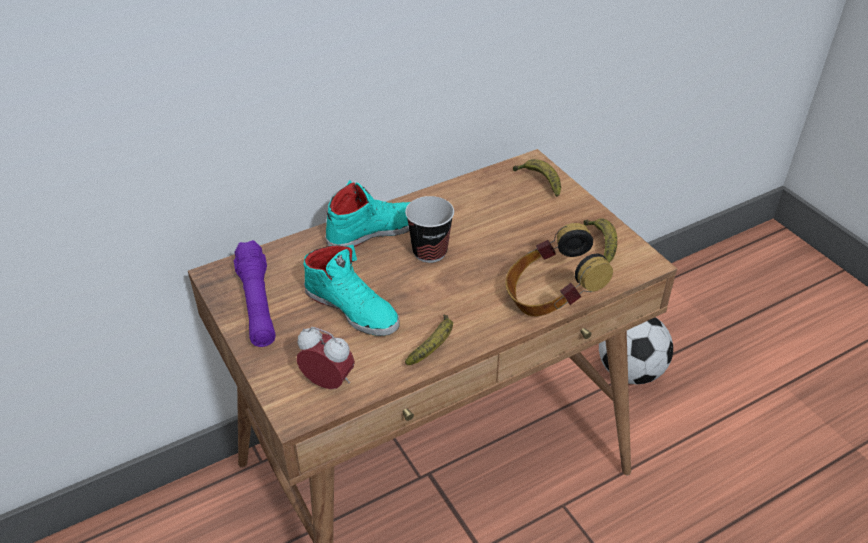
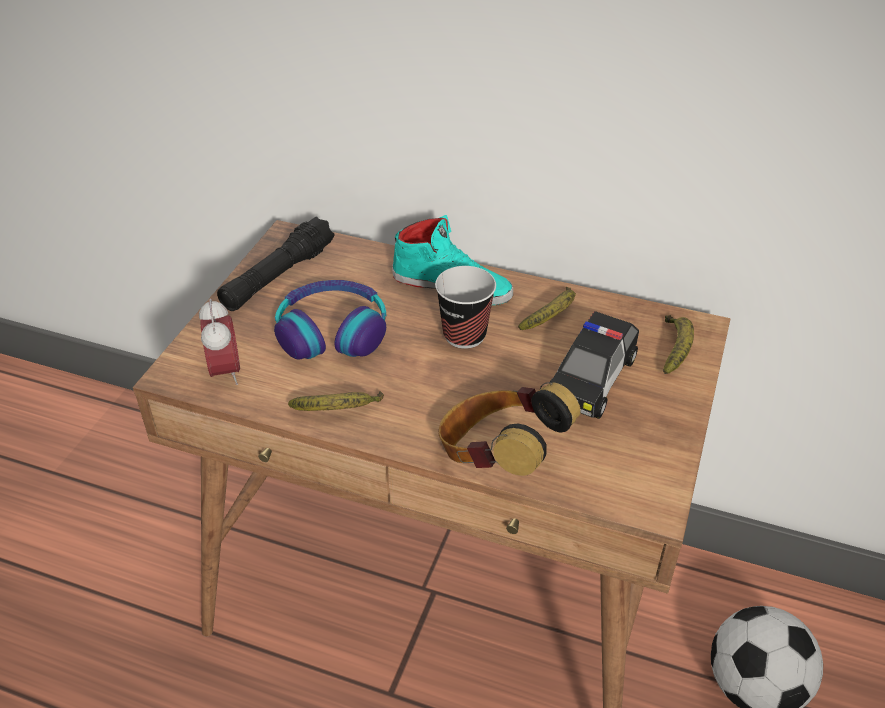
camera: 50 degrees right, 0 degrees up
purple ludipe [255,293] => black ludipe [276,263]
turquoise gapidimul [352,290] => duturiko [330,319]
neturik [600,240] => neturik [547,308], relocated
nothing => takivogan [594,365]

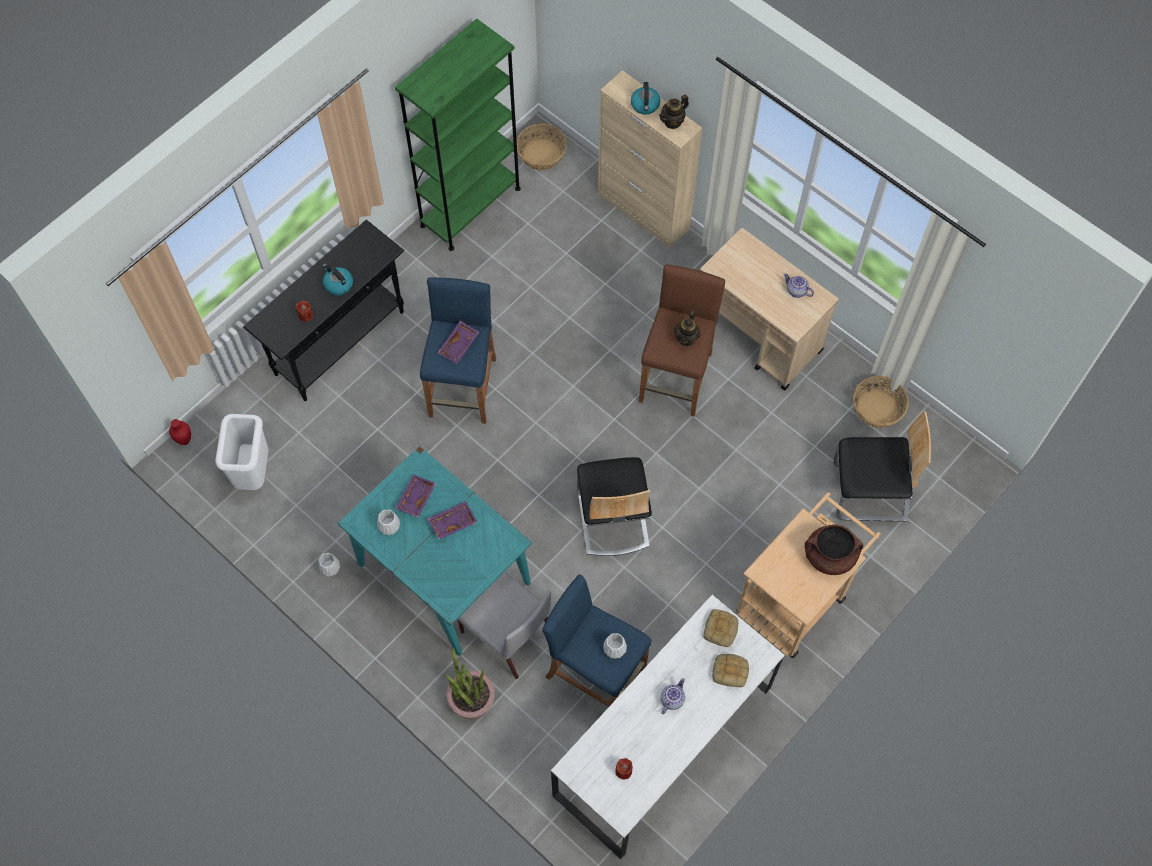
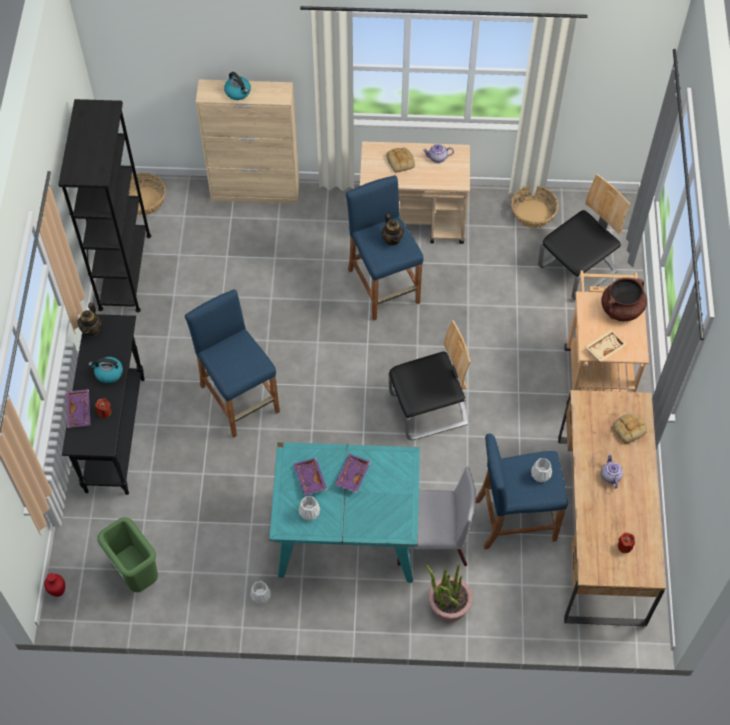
camera: 40 degrees left, 5 degrees down
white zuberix [241,452] => green zuberix [127,554]
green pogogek [458,134] => black pogogek [104,205]
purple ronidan [458,342] => purple ronidan [78,408], relocated
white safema [667,727] => brown safema [612,508]
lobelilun [614,506] => lobelilun [430,380], 60 degrees counterclockwise
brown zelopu [682,340] => blue zelopu [385,247]
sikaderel [674,112] => sikaderel [89,320], relocated
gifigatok [720,628] => gifigatok [400,160], relocated
nothing => beige ronidan [606,346]

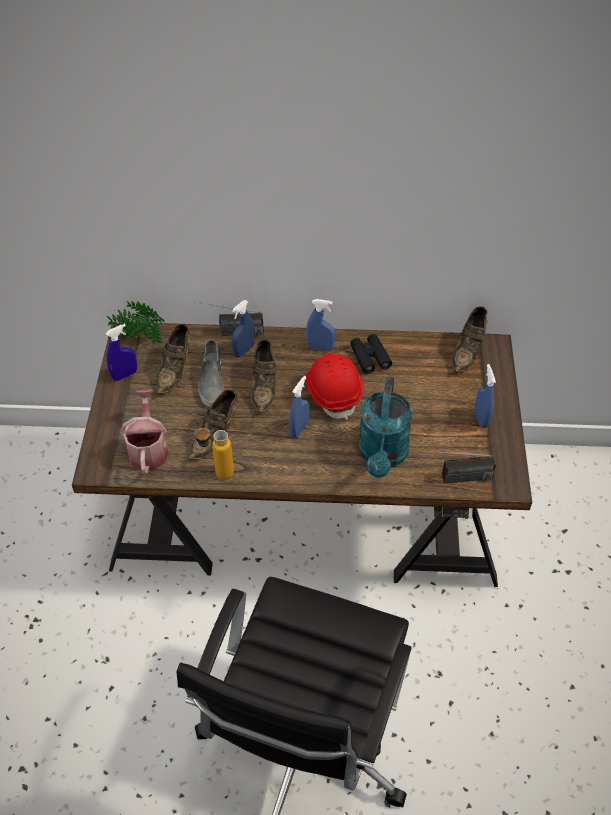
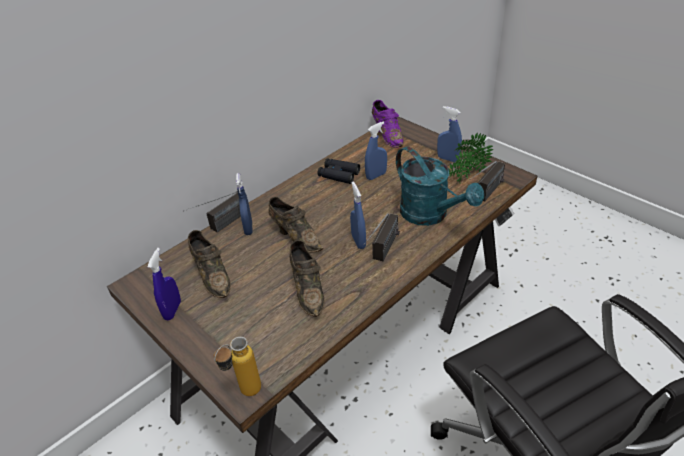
camera: 45 degrees left, 10 degrees down
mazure [136,322] => mazure [470,158], relocated
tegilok [144,431] => nothing
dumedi [214,453] => dumedi [237,366], relocated
grey gapidimul [211,373] => nothing
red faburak [334,386] => nothing
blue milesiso [320,325] => blue milesiso [376,151], relocated
brown gapidimul [469,340] => purple gapidimul [387,124]
nothing => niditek [381,237]

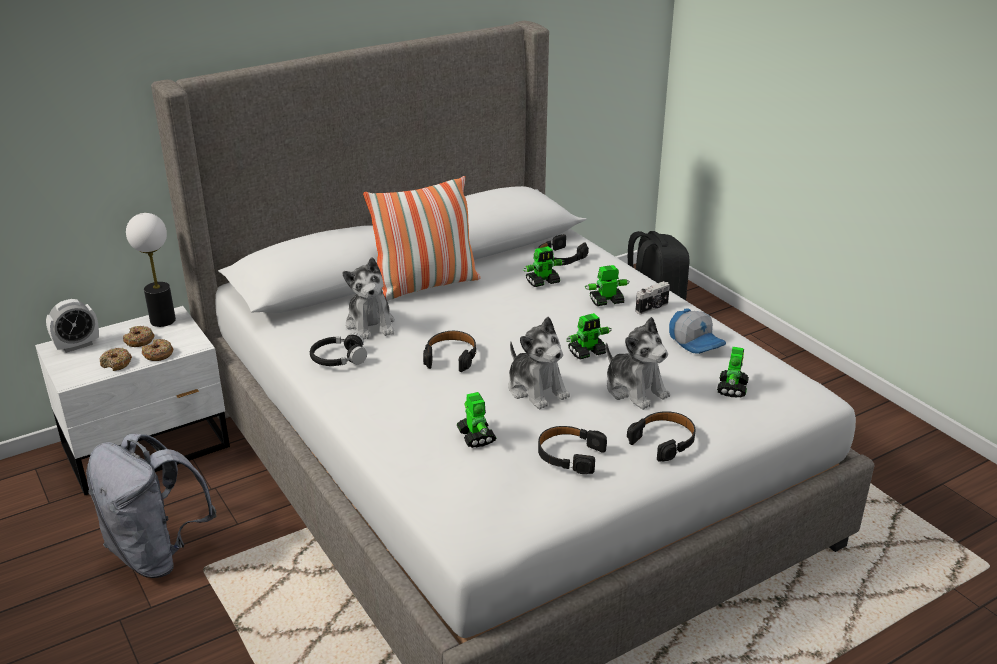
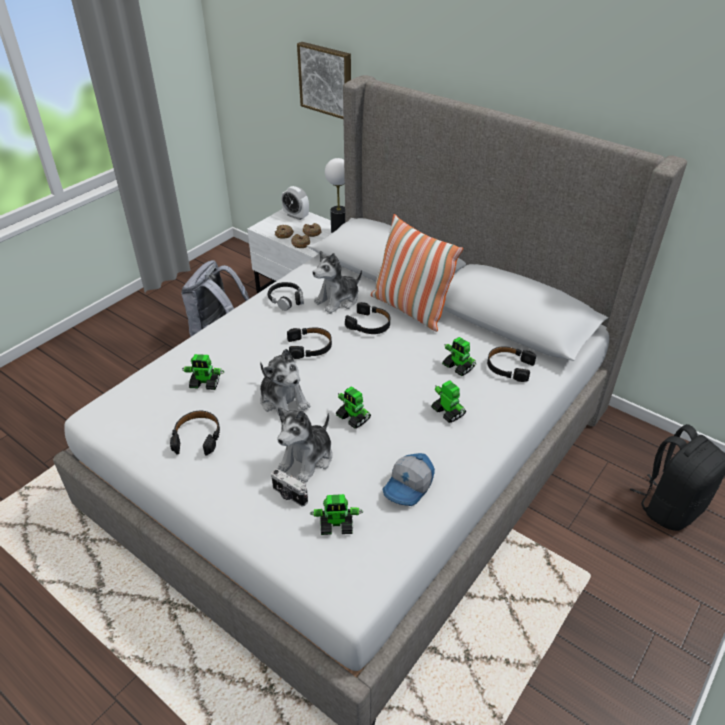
camera: 70 degrees right, 10 degrees up
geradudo [476,420] => geradudo [203,372], 45 degrees clockwise
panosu [539,363] => panosu [285,382], 75 degrees counterclockwise
black duturiko [661,436] => black duturiko [367,318], relocated
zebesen [652,297] => zebesen [289,487], relocated
nothing => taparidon [324,80]

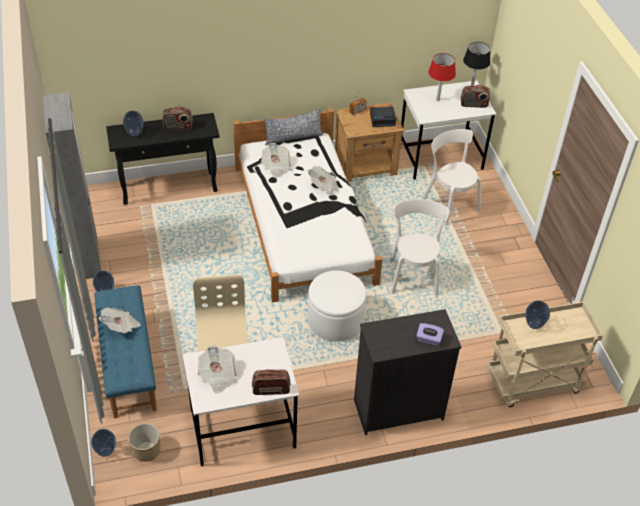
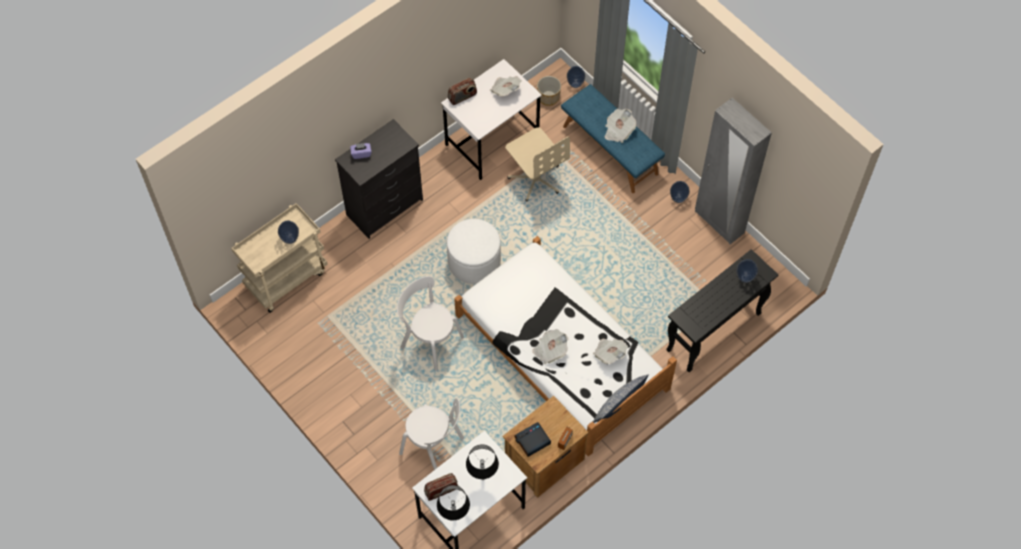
camera: 155 degrees right, 15 degrees up
niditek [177,118] => nothing
white lobelilun [420,247] => white lobelilun [430,323], 150 degrees clockwise
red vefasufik [442,77] => black vefasufik [482,462]

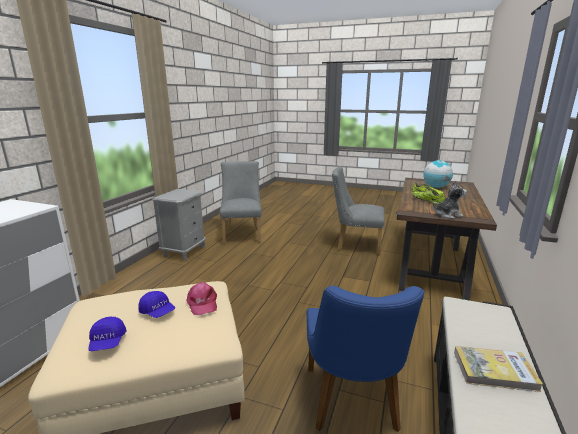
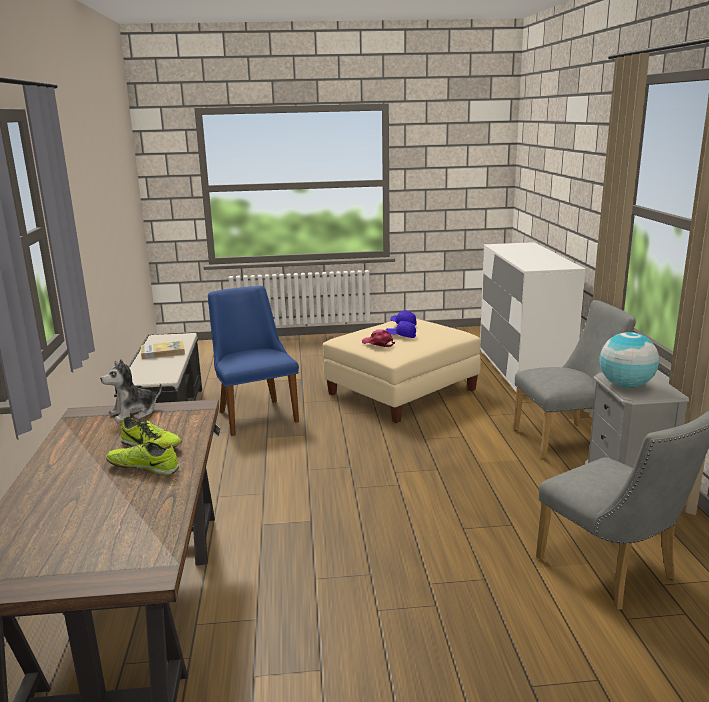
camera: 155 degrees right, 0 degrees up
grey lobelilun [358,210] => grey lobelilun [574,379], relocated
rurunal [438,174] => rurunal [629,360], relocated

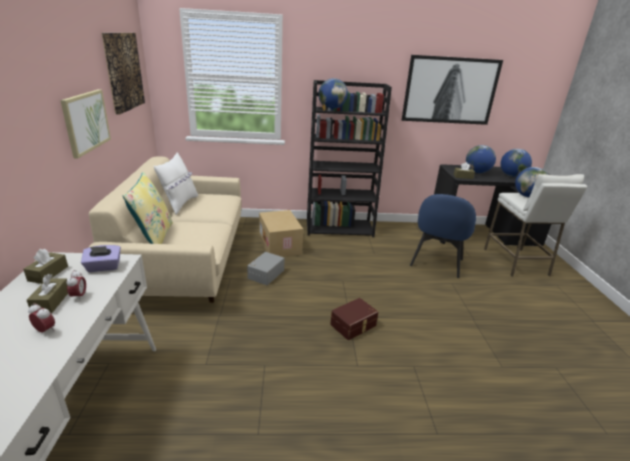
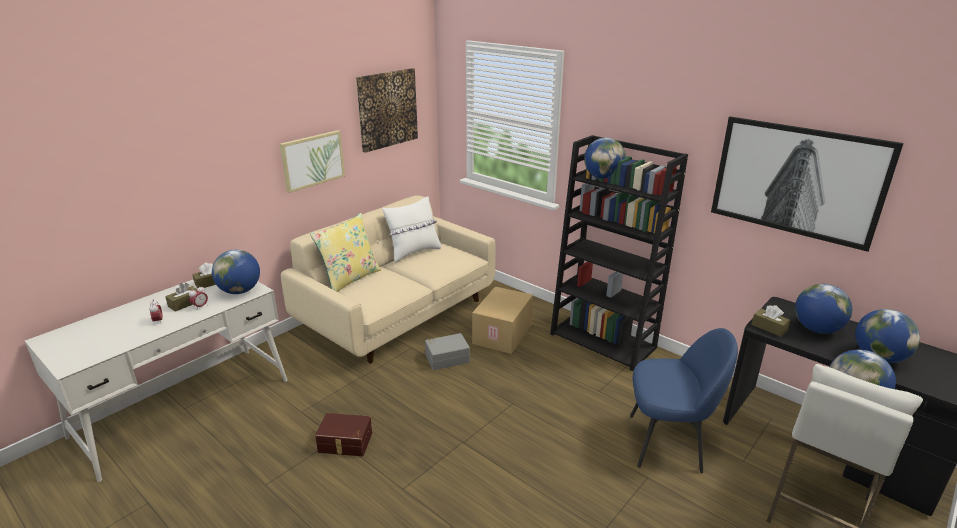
camera: 45 degrees right, 0 degrees up
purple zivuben [101,258] => rurunal [236,271]
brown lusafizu [354,319] => brown lusafizu [343,434], relocated
blue lobelilun [443,236] => blue lobelilun [684,401], 150 degrees counterclockwise

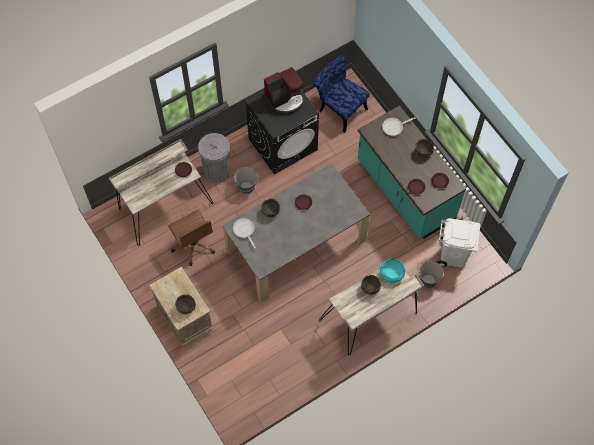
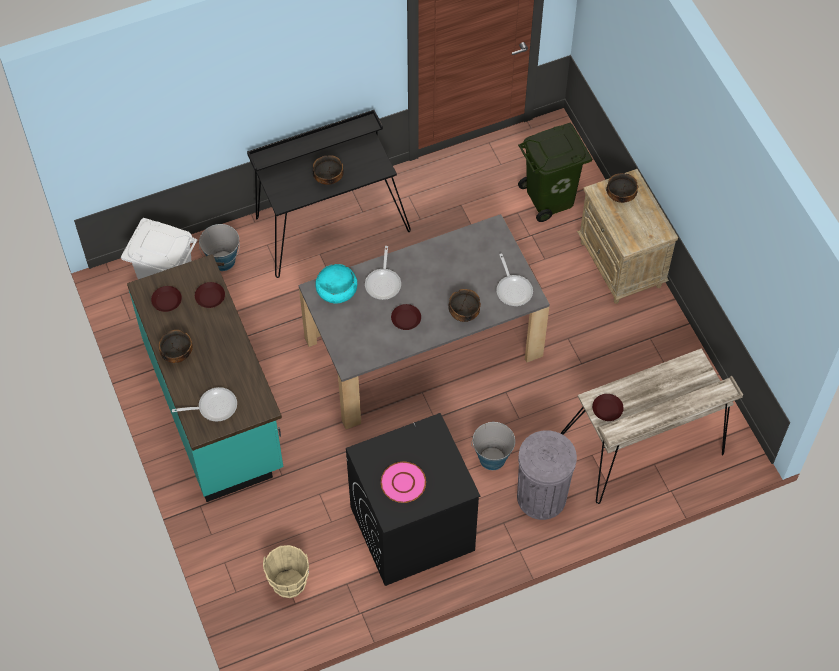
camera: 170 degrees left, 5 degrees down
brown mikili [191,238] => nothing
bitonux [283,90] => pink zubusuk [403,482]
blue lobelilun [341,94] => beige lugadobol [286,571]
beige safema [371,311] => black safema [329,194]
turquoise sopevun [392,271] => turquoise sopevun [336,284], relocated
nothing => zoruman [383,273]
nothing => green zuberix [555,172]

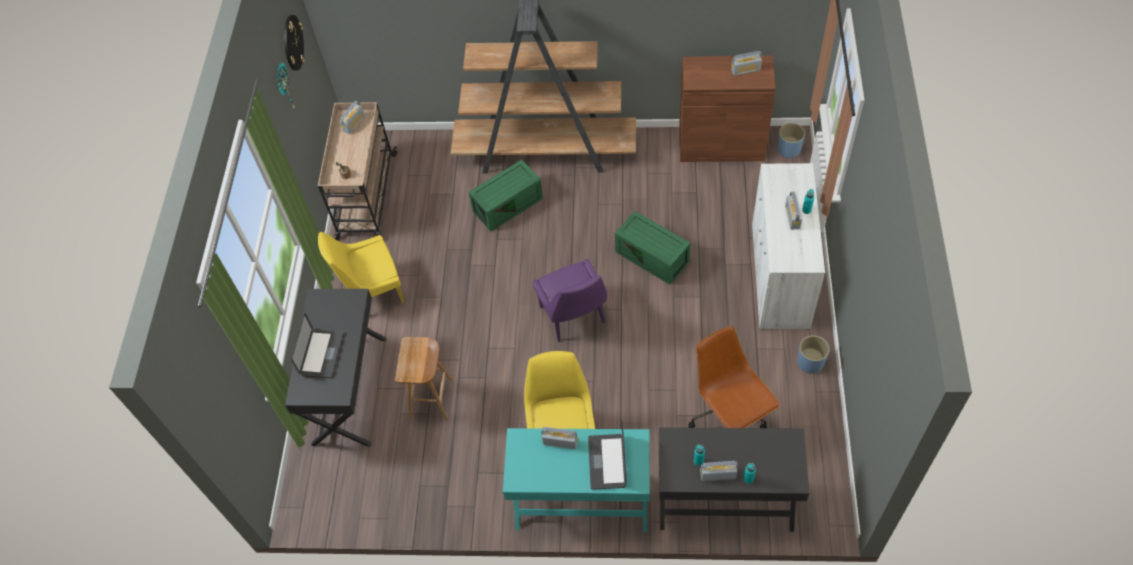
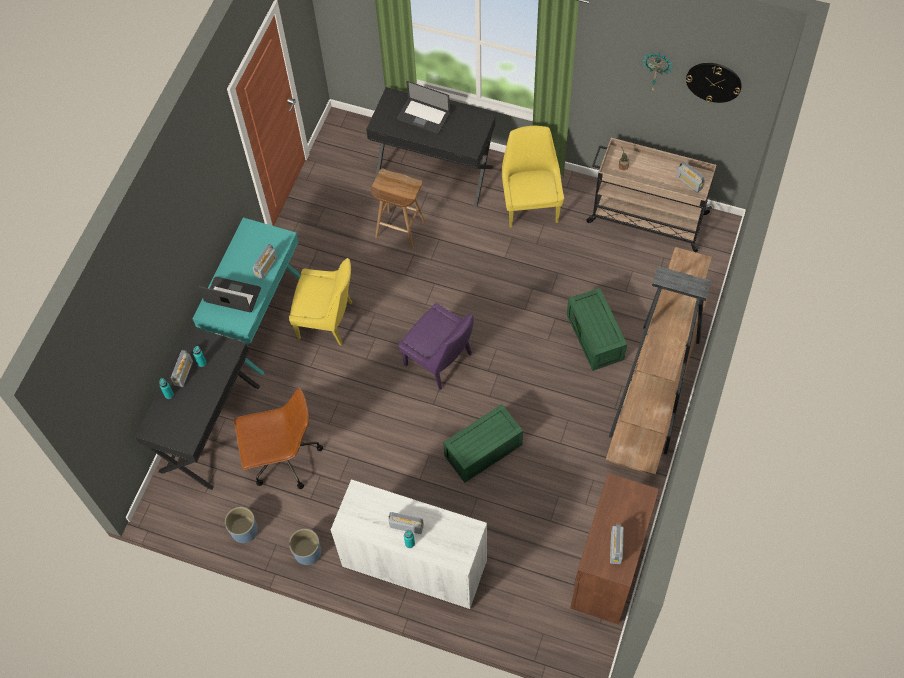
camera: 105 degrees right, 5 degrees up
purple lobelilun [569,300] => purple lobelilun [436,346], 135 degrees counterclockwise
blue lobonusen [791,140] => blue lobonusen [241,525], relocated

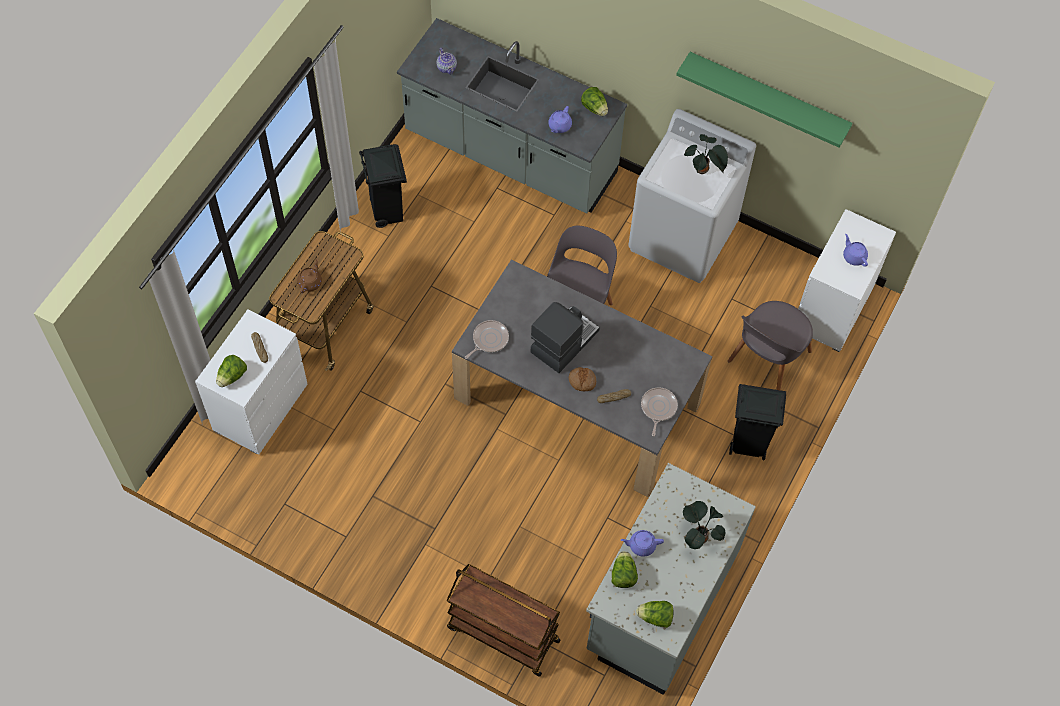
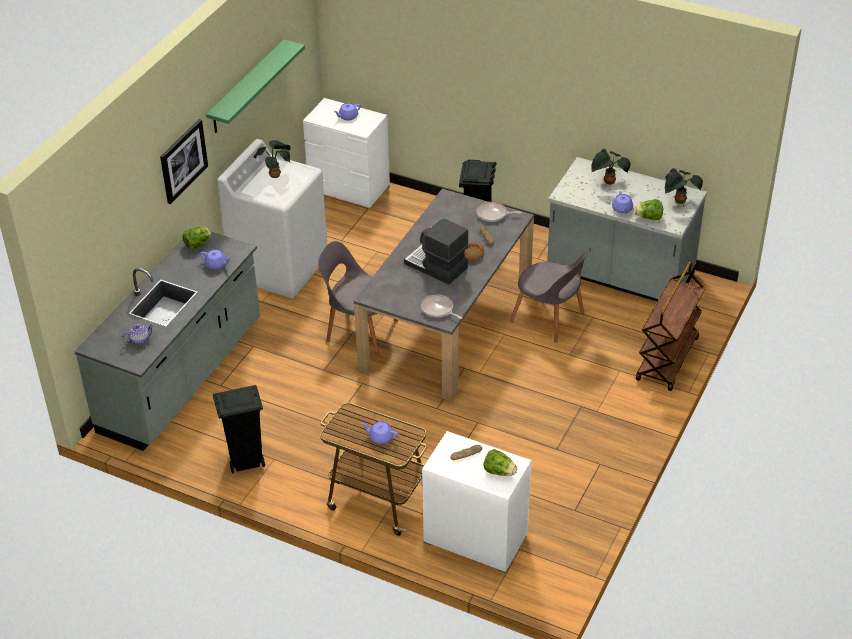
camera: 90 degrees left, 20 degrees down
brown sikaderel [309,276] => purple sikaderel [379,432]
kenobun [655,614] => mazure [684,186]
grey lobelilun [770,345] => grey lobelilun [550,296], relocated
nothing => taparidon [184,161]

